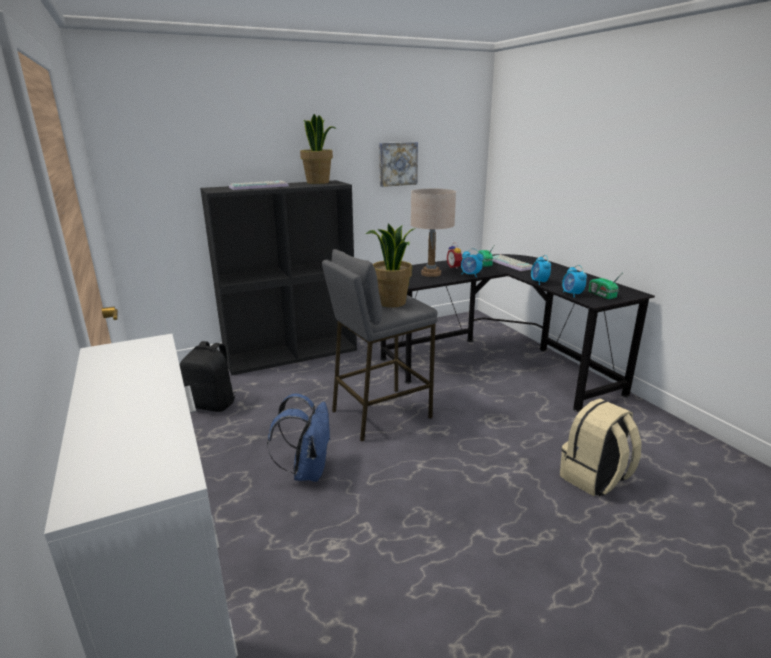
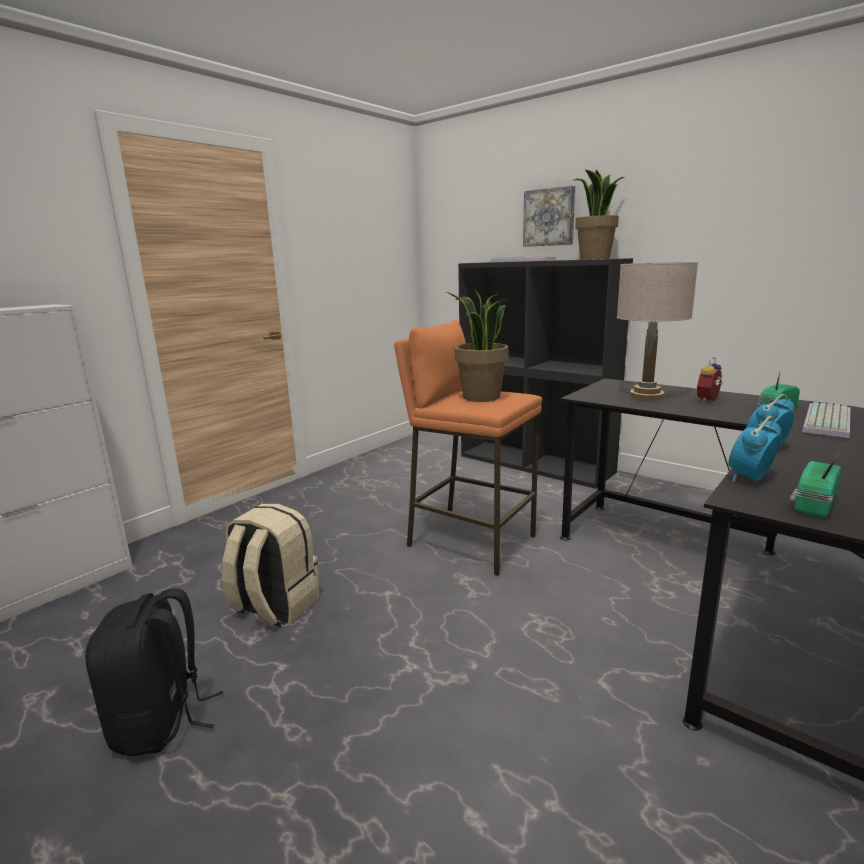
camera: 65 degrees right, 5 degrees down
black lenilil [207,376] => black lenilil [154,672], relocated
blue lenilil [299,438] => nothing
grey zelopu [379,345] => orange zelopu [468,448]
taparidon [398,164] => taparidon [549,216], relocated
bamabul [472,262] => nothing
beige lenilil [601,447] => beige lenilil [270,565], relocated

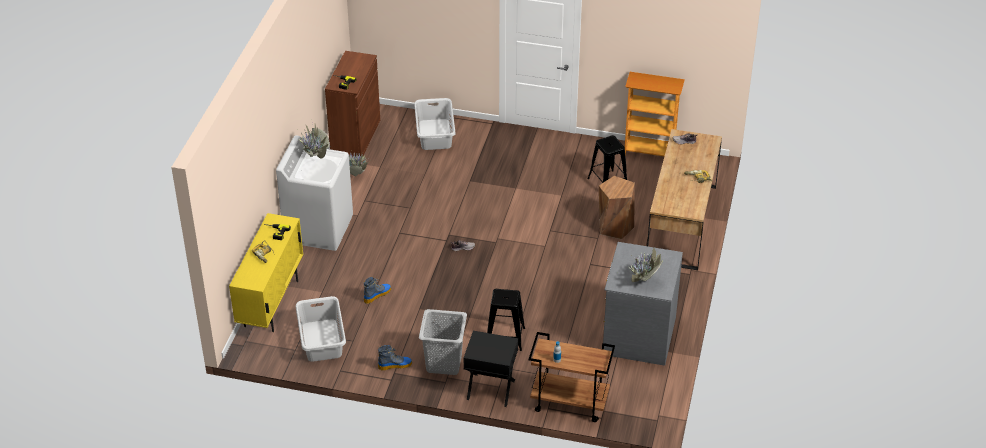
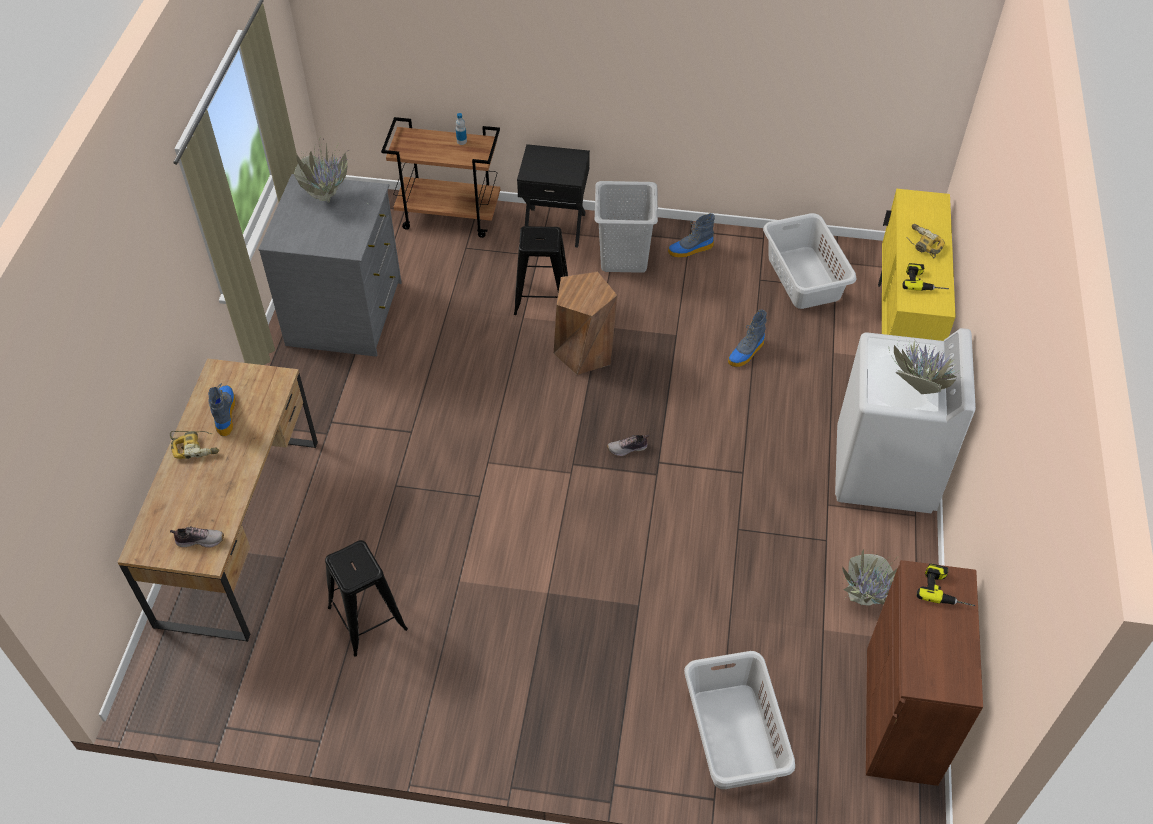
camera: 175 degrees right, 10 degrees up
brown zelopu [617,207] => brown zelopu [585,323], relocated
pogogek [655,114] => nothing
nothing => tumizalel [222,409]

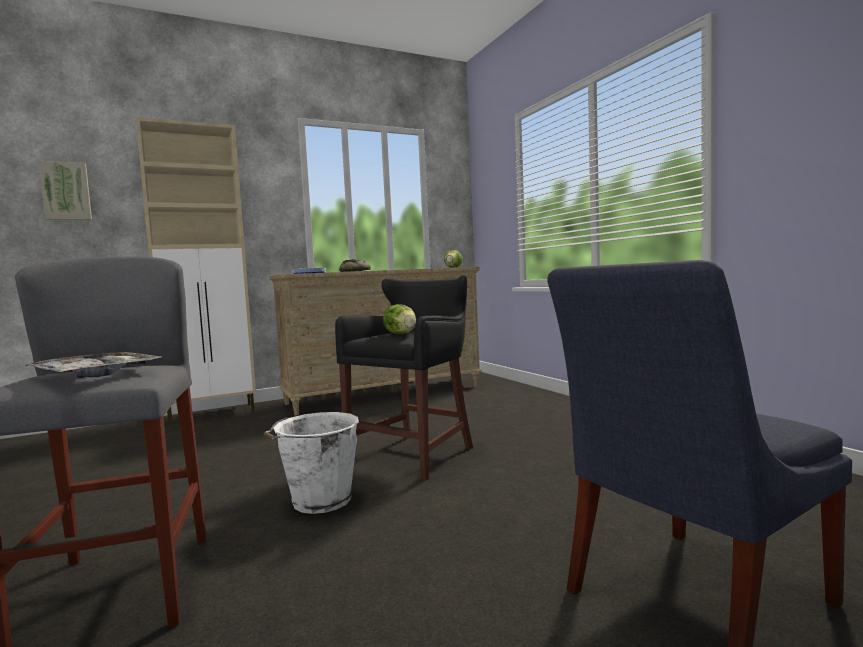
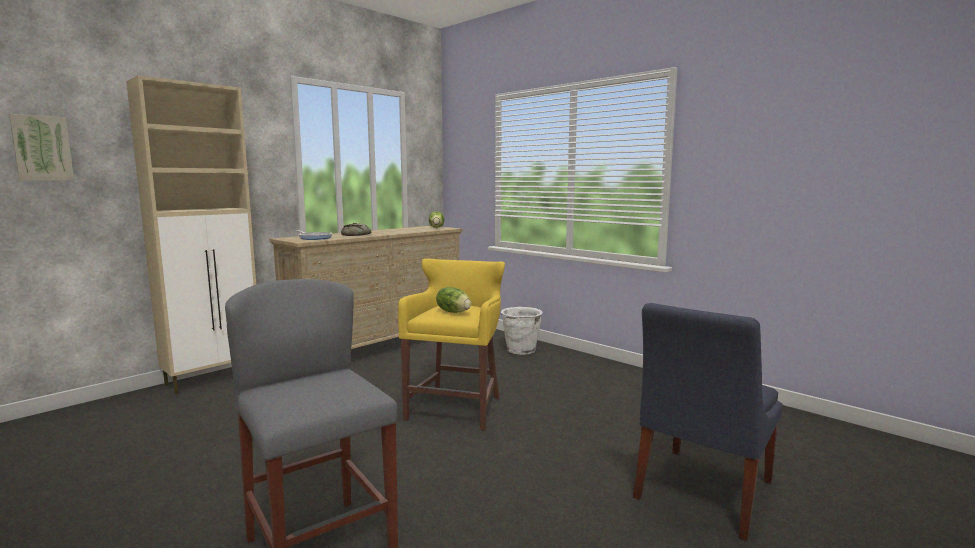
camera: 20 degrees left, 5 degrees up
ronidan [94,365] => nothing
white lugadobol [311,463] => white lugadobol [521,331], relocated
black zelopu [404,378] => yellow zelopu [451,344]

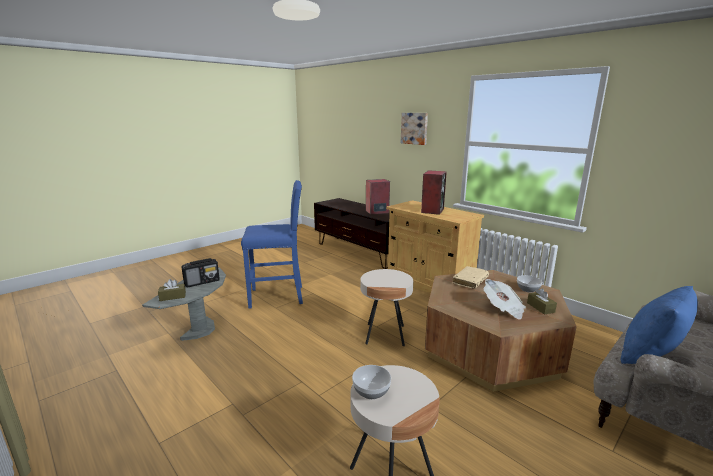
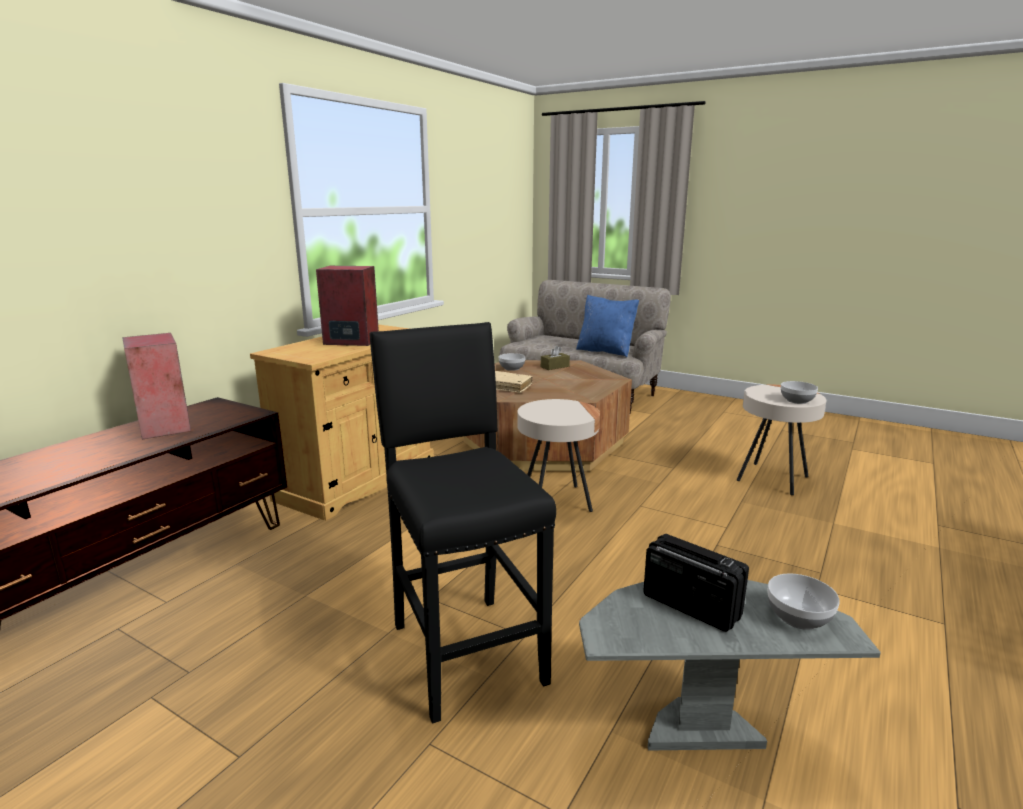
camera: 105 degrees left, 0 degrees up
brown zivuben [172,290] => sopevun [803,602]
blue zelopu [272,244] => black zelopu [462,523]
taparidon [414,129] => nothing
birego [504,299] => nothing

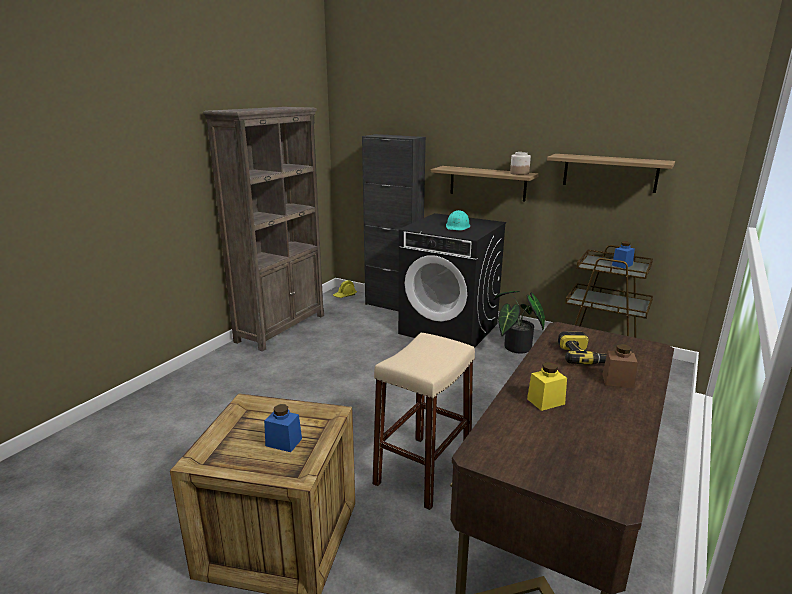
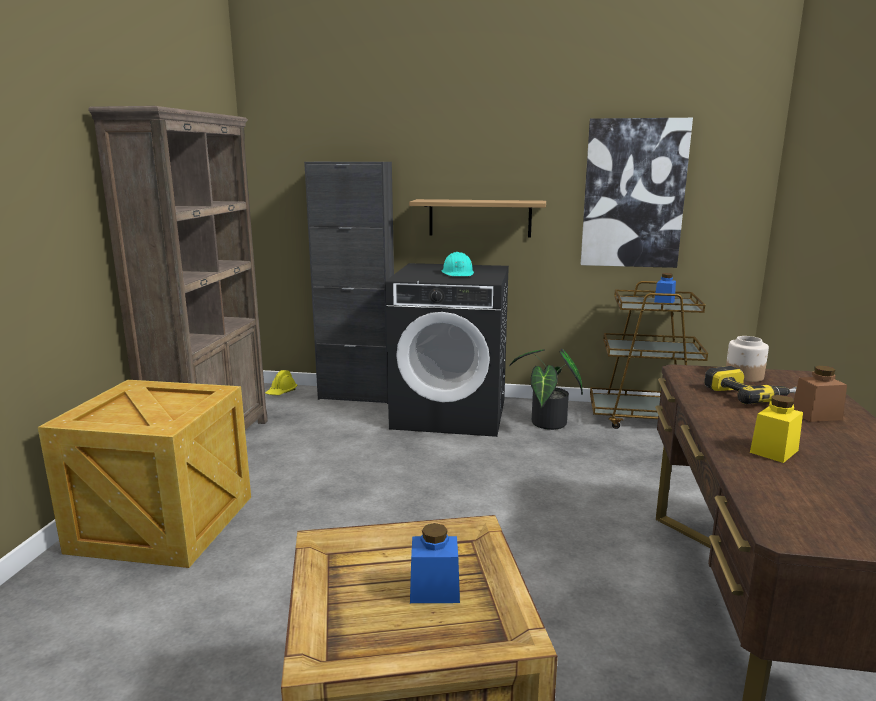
camera: 20 degrees left, 5 degrees down
beige zelopu [423,421] => nothing
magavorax [520,163] => magavorax [747,359], relocated
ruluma [611,173] => taparidon [637,193]
nothing => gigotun [144,474]

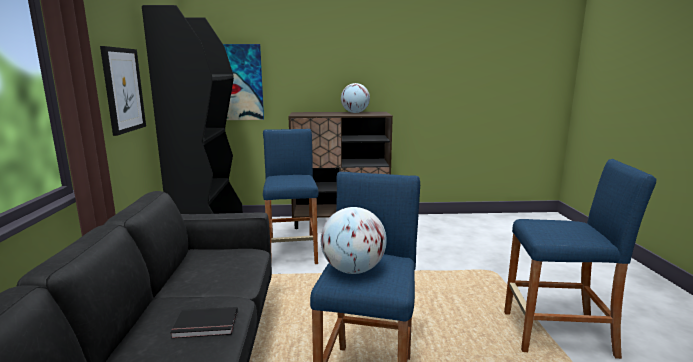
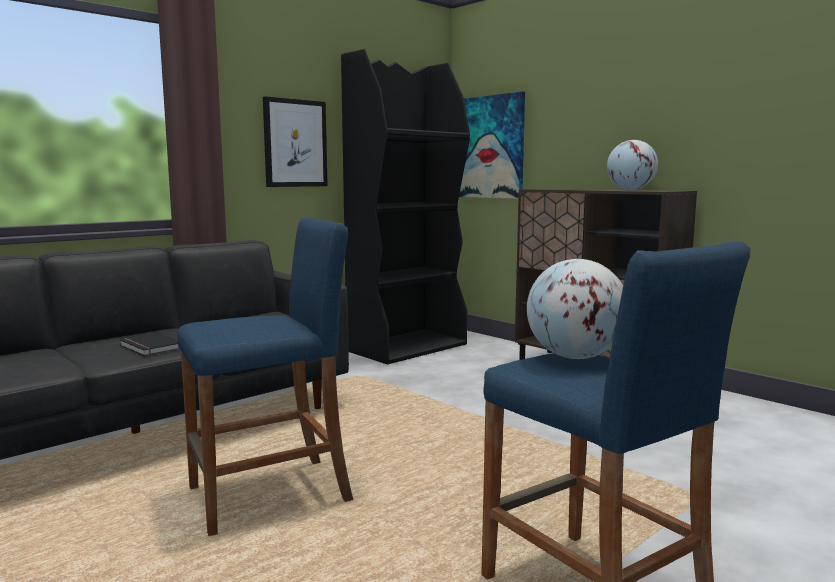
camera: 50 degrees right, 5 degrees down
blue zelopu [291,197] => nothing
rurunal [354,240] => rurunal [575,309], relocated

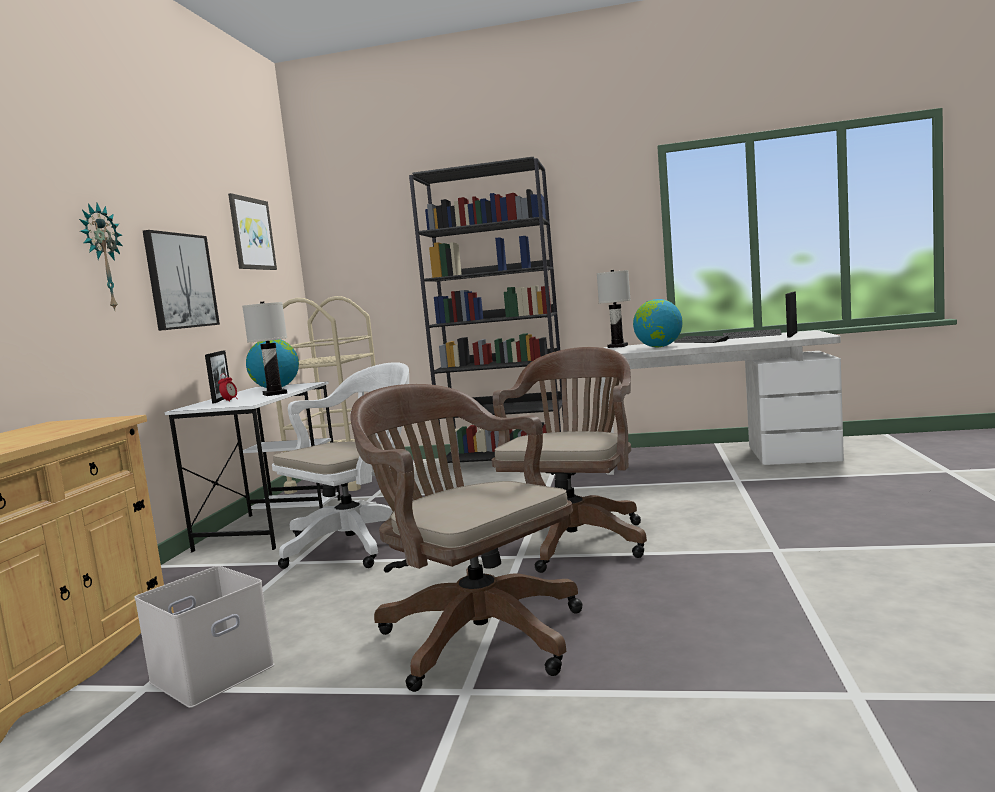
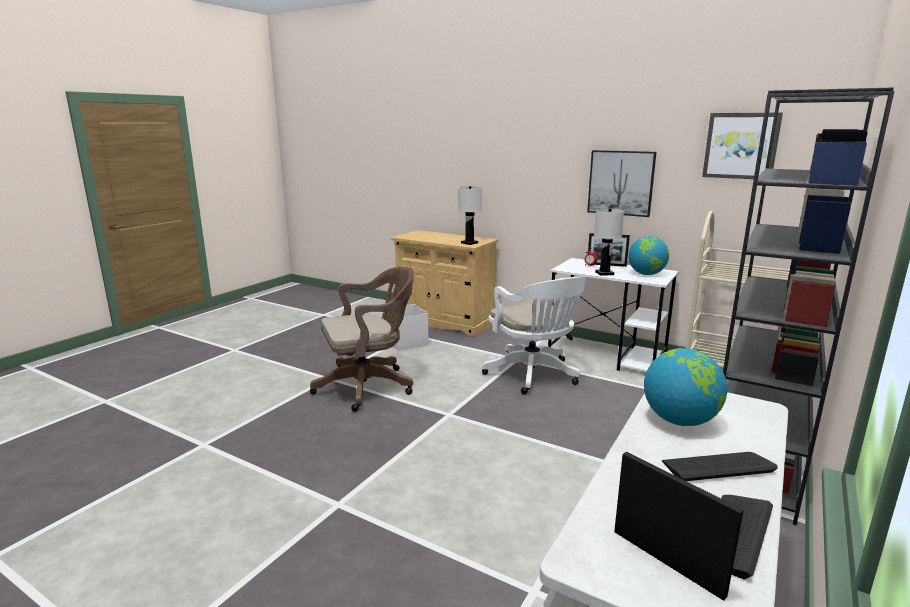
camera: 110 degrees right, 10 degrees up
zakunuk [101,256] => nothing
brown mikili [569,460] => nothing
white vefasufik [614,309] => white vefasufik [470,215], relocated

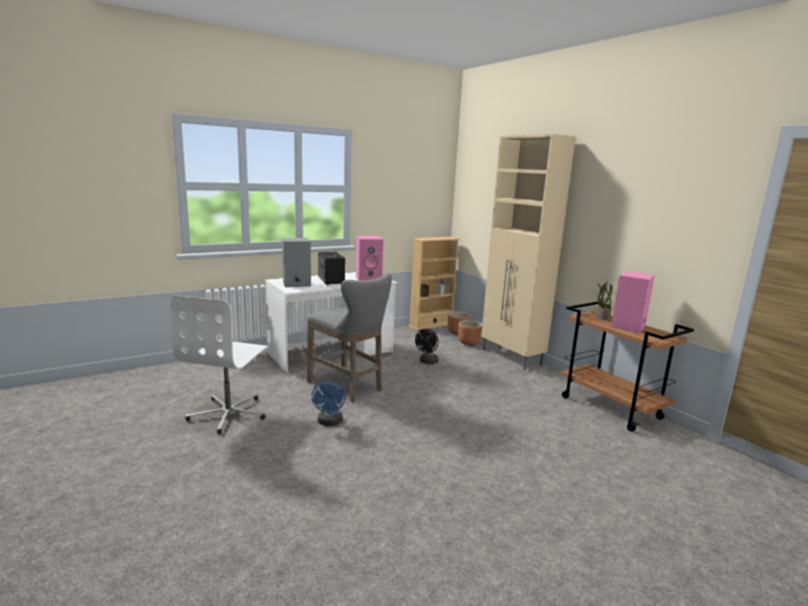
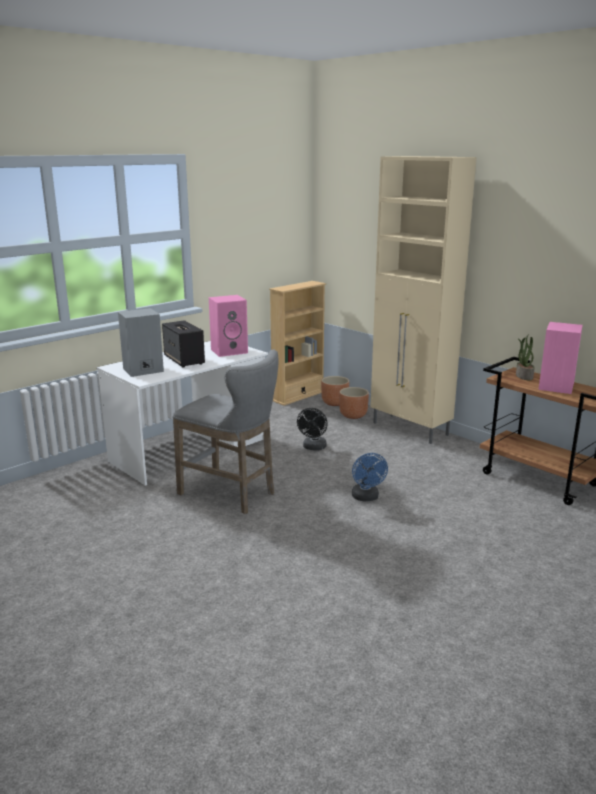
camera: 10 degrees left, 5 degrees up
white mikili [219,364] => nothing
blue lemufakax [328,403] => blue lemufakax [370,477], relocated

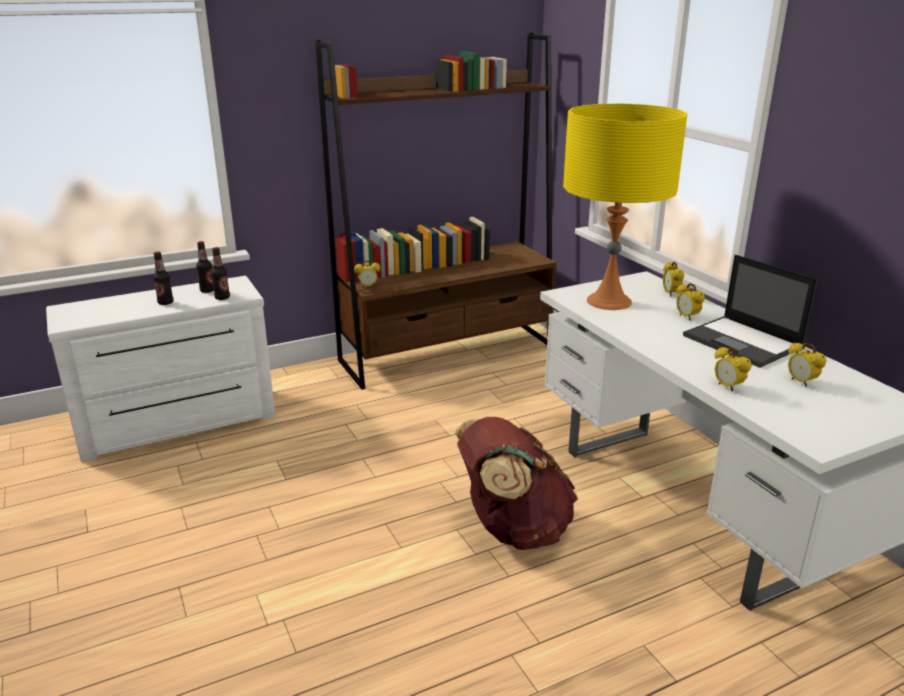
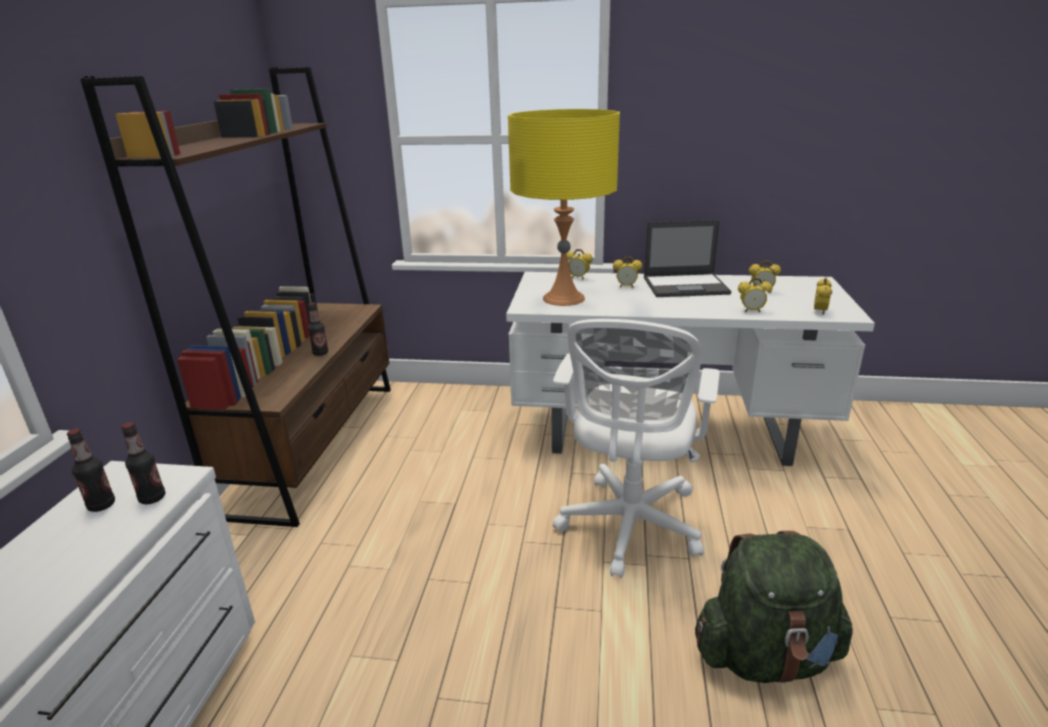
camera: 55 degrees left, 0 degrees up
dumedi [163,278] => dumedi [318,329], relocated
bamabul [367,274] => bamabul [823,296], relocated
brown lenilil [516,483] => white mikili [636,448]
nothing => green lenilil [774,607]

